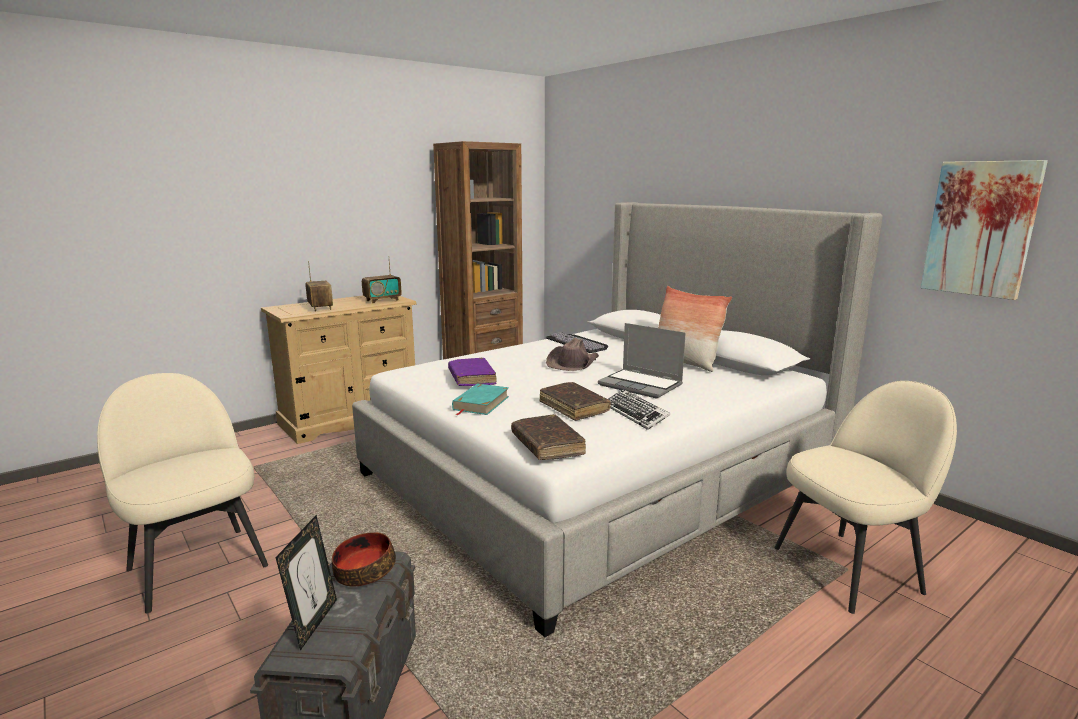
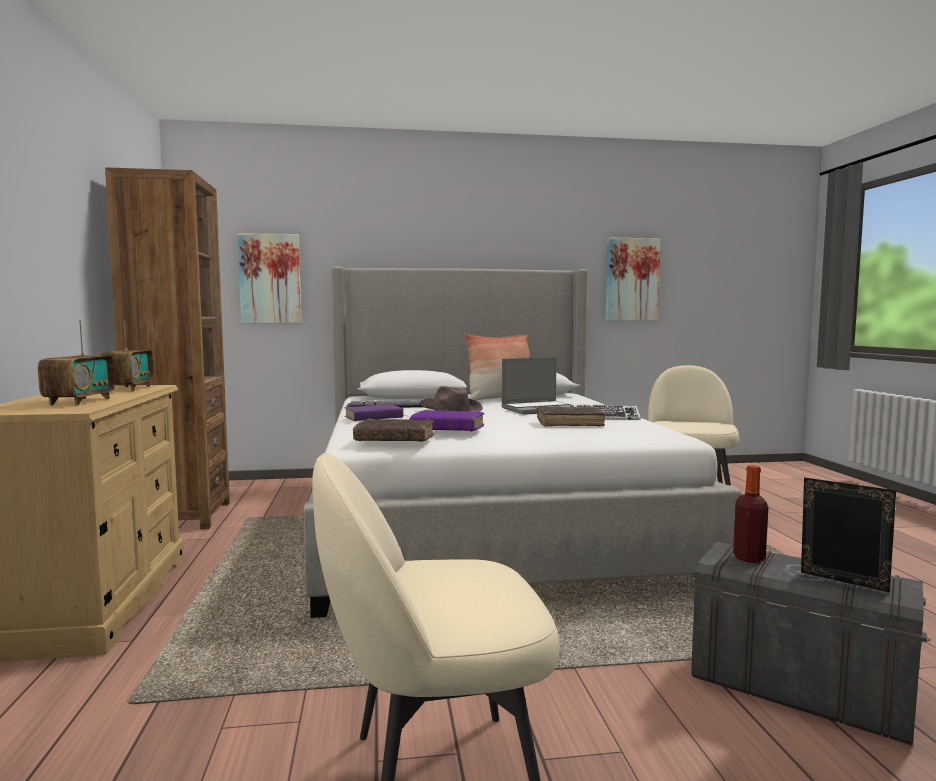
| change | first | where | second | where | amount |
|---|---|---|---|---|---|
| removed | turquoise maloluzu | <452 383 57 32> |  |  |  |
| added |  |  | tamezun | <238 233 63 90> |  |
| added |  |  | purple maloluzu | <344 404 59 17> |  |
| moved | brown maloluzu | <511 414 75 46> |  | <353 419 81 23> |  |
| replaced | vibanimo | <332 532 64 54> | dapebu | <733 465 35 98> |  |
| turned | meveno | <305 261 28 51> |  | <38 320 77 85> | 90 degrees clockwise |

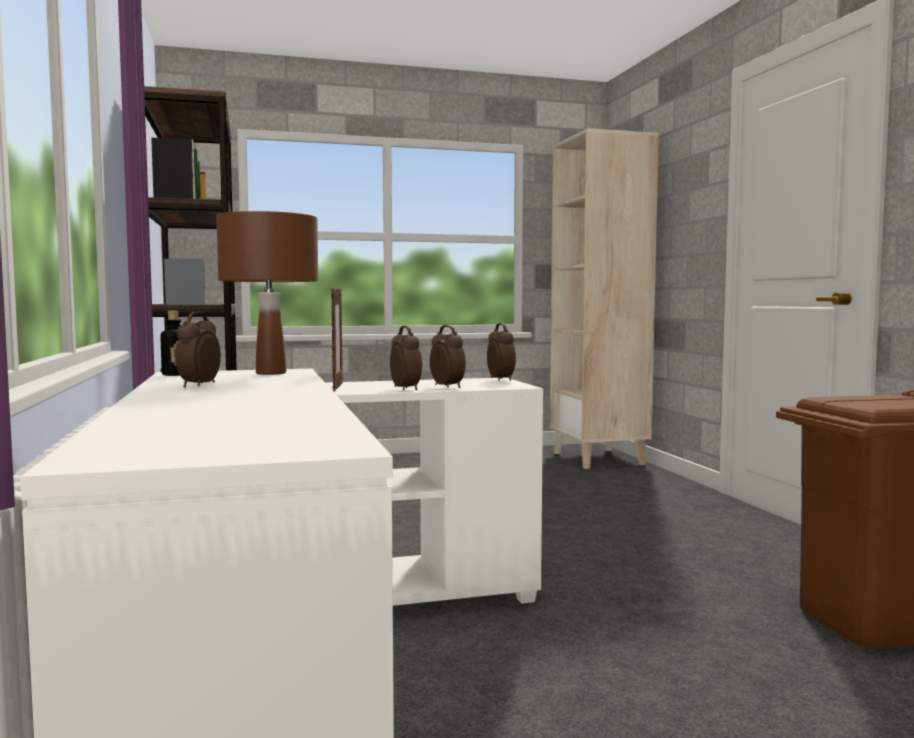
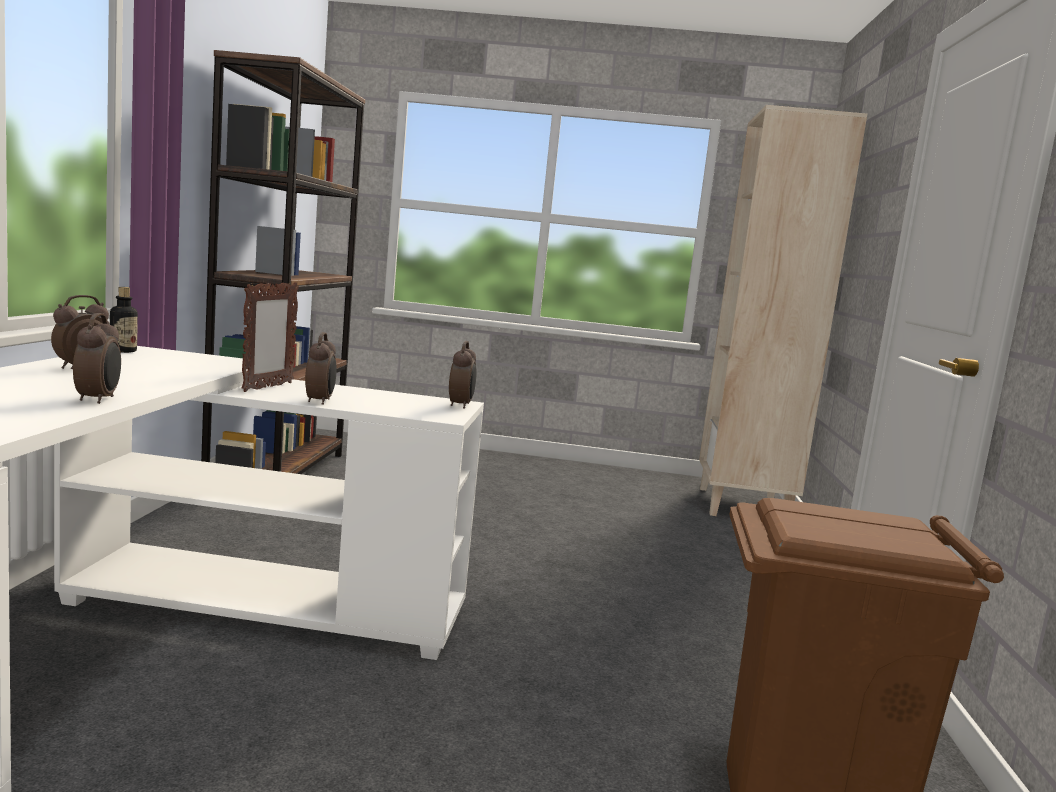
| change | first | where | second | where | amount |
|---|---|---|---|---|---|
| removed | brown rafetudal | <217 211 101 164> |  |  |  |
| moved | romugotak | <430 325 36 63> |  | <73 313 48 91> |  |

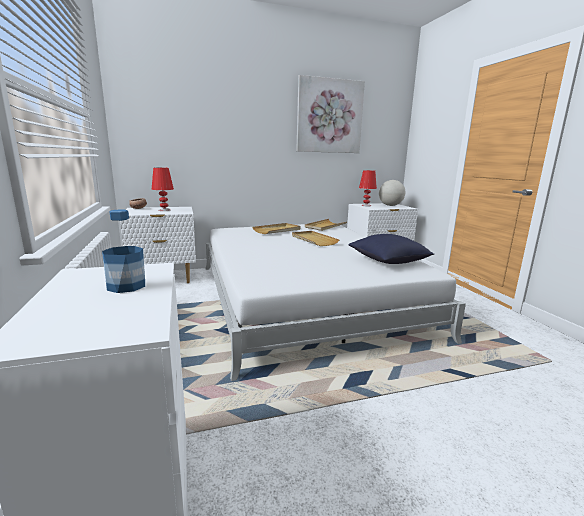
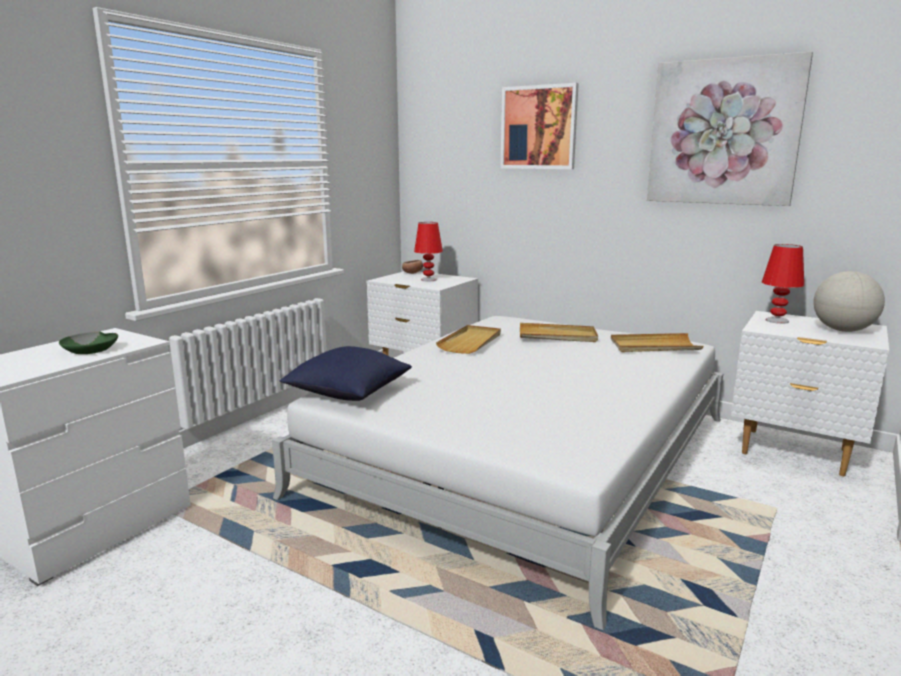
| change | first | where | second | where | amount |
|---|---|---|---|---|---|
| added |  |  | tamezun | <500 83 79 86> |  |
| moved | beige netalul | <292 231 47 15> |  | <436 325 65 29> |  |
| moved | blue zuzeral | <348 234 86 30> |  | <280 346 132 55> |  |
| replaced | dapebu | <102 209 43 84> | green vibanimo | <59 331 59 23> |  |

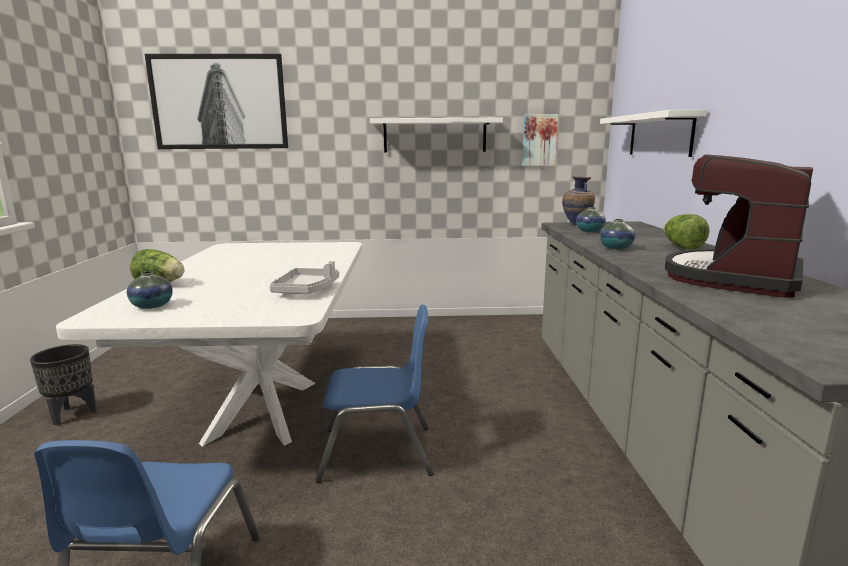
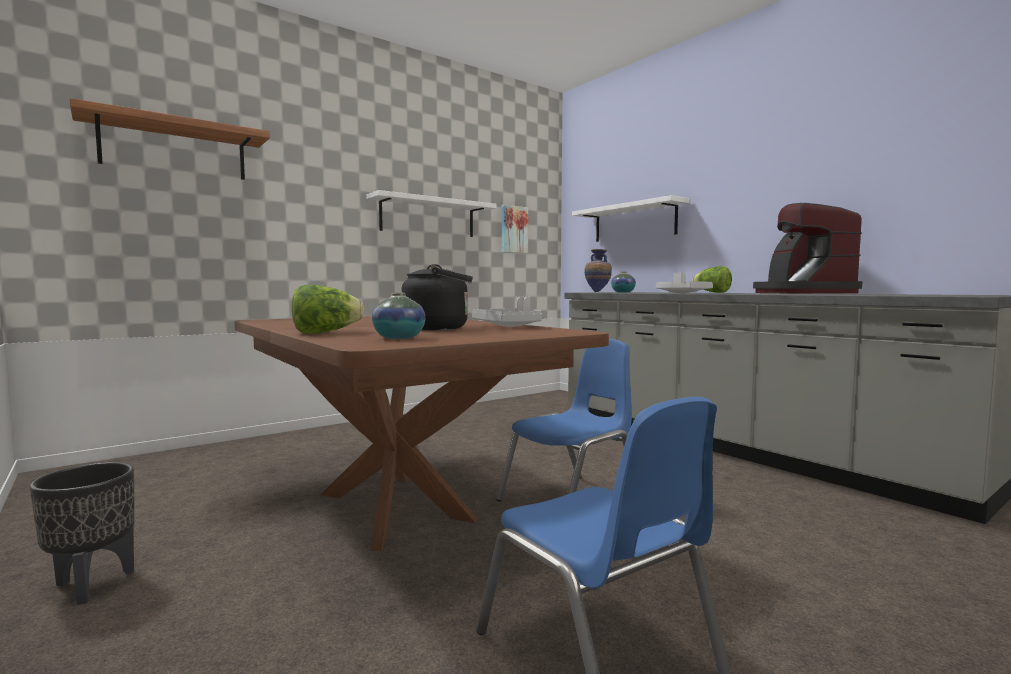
| change | first | where | second | where | amount |
|---|---|---|---|---|---|
| added |  |  | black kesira | <401 264 72 66> |  |
| replaced | tamezun | <145 54 143 95> | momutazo | <70 98 200 82> |  |
| replaced | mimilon | <600 219 35 30> | grey netalul | <656 273 57 20> |  |
| recoloured | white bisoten | <56 242 306 205> | brown bisoten | <234 316 375 235> |  |

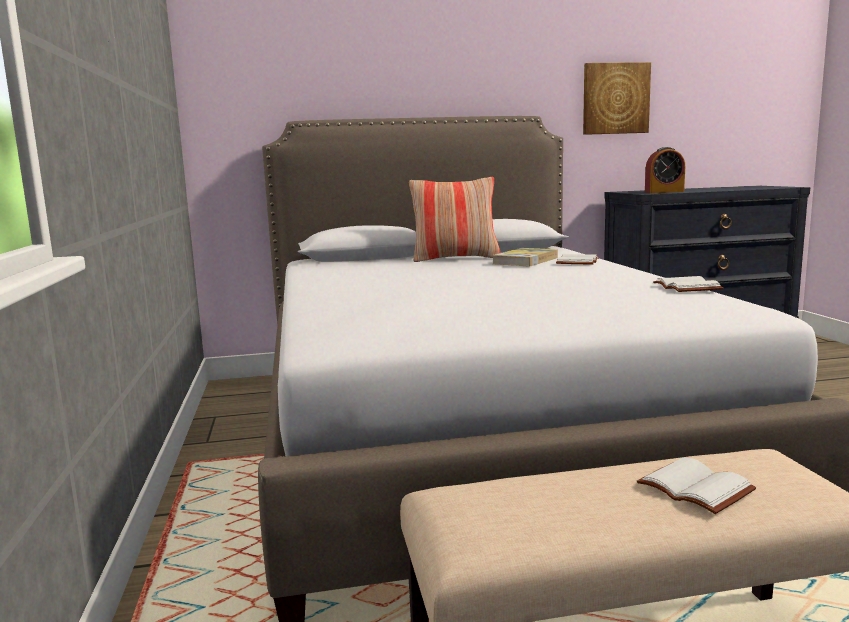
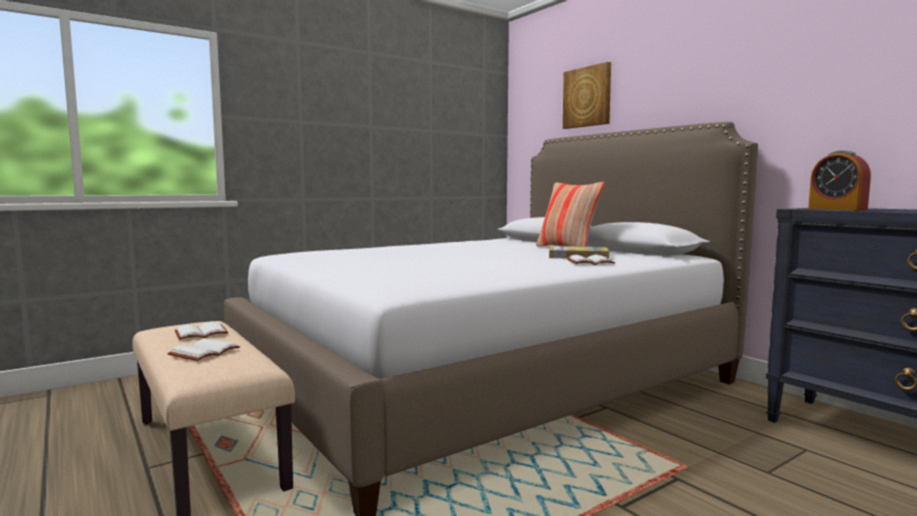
| change | first | where | second | where | amount |
|---|---|---|---|---|---|
| moved | tamezun | <583 62 68 73> |  | <563 62 48 67> |  |
| moved | white maloluzu | <653 276 70 16> |  | <175 322 53 18> |  |

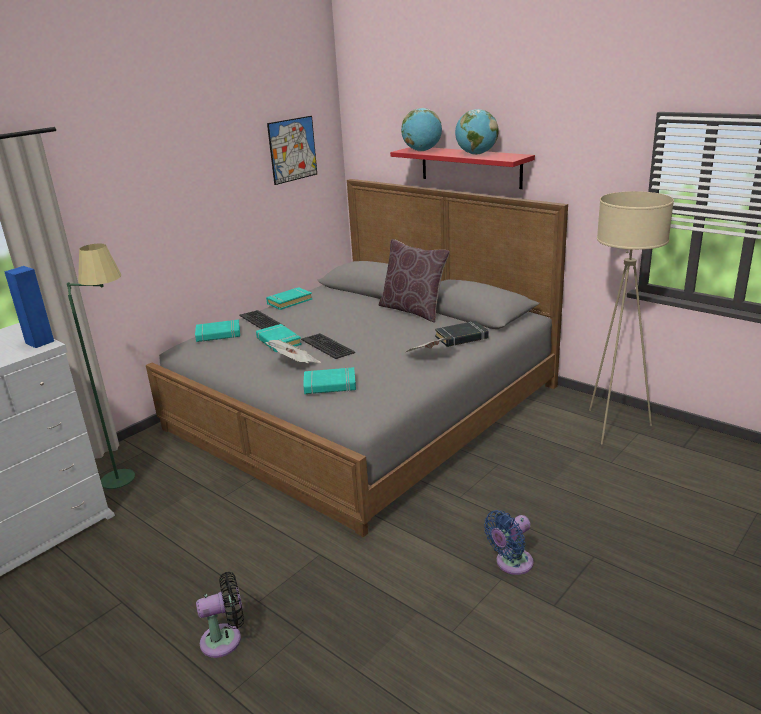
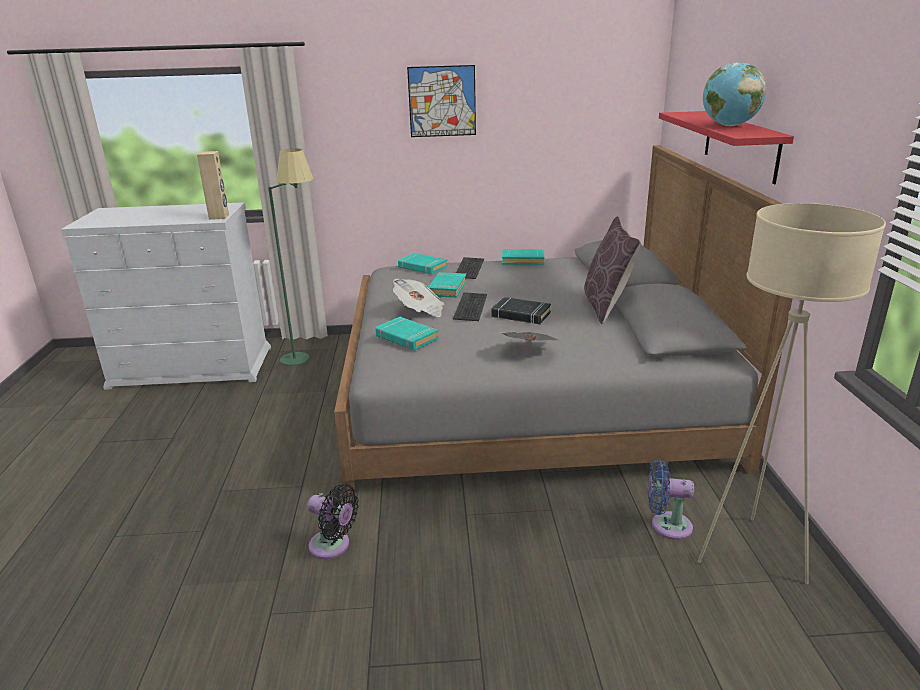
| change | first | where | second | where | amount |
|---|---|---|---|---|---|
| removed | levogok | <401 108 41 43> |  |  |  |
| moved | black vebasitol | <196 572 48 86> |  | <307 484 52 75> |  |
| moved | tamezun | <267 116 50 69> |  | <407 65 69 72> |  |
| moved | black maloluzu | <435 321 54 26> |  | <491 297 60 27> |  |
| moved | blue vebasitol | <484 510 50 65> |  | <648 460 46 80> |  |
| recoloured | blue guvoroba | <4 266 50 82> | beige guvoroba | <197 151 32 69> |  |

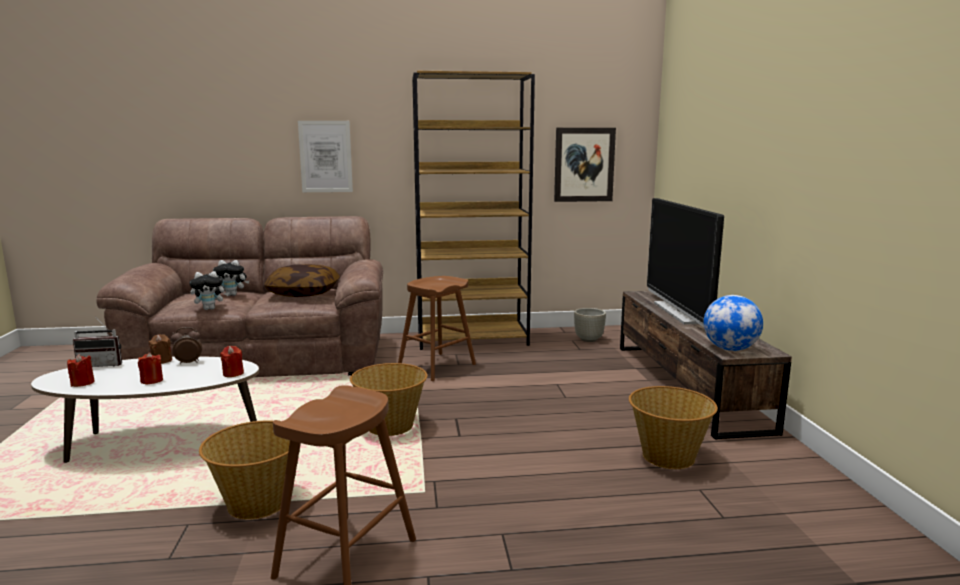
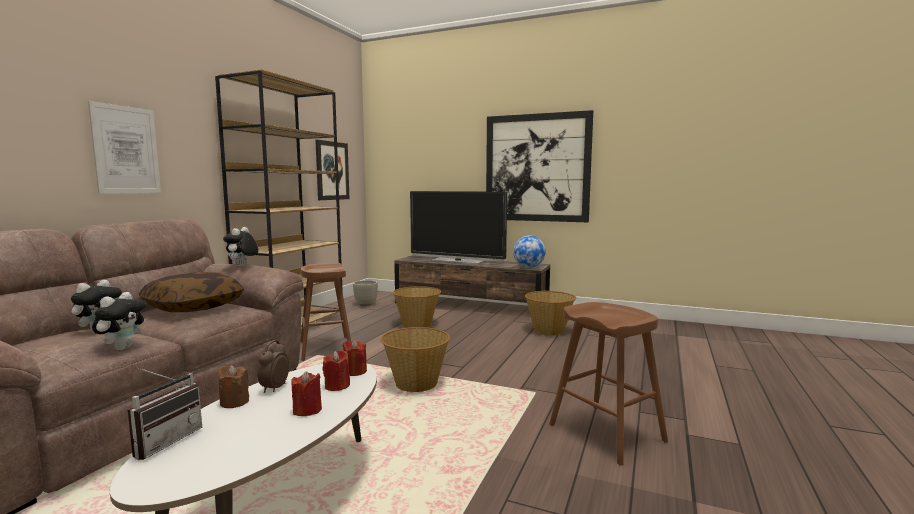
| change | first | where | second | where | amount |
|---|---|---|---|---|---|
| added |  |  | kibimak | <223 227 35 39> |  |
| added |  |  | tamezun | <486 110 107 112> |  |
| moved | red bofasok | <67 354 27 33> |  | <322 350 28 41> |  |
| moved | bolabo | <199 421 91 99> |  | <393 286 48 42> |  |

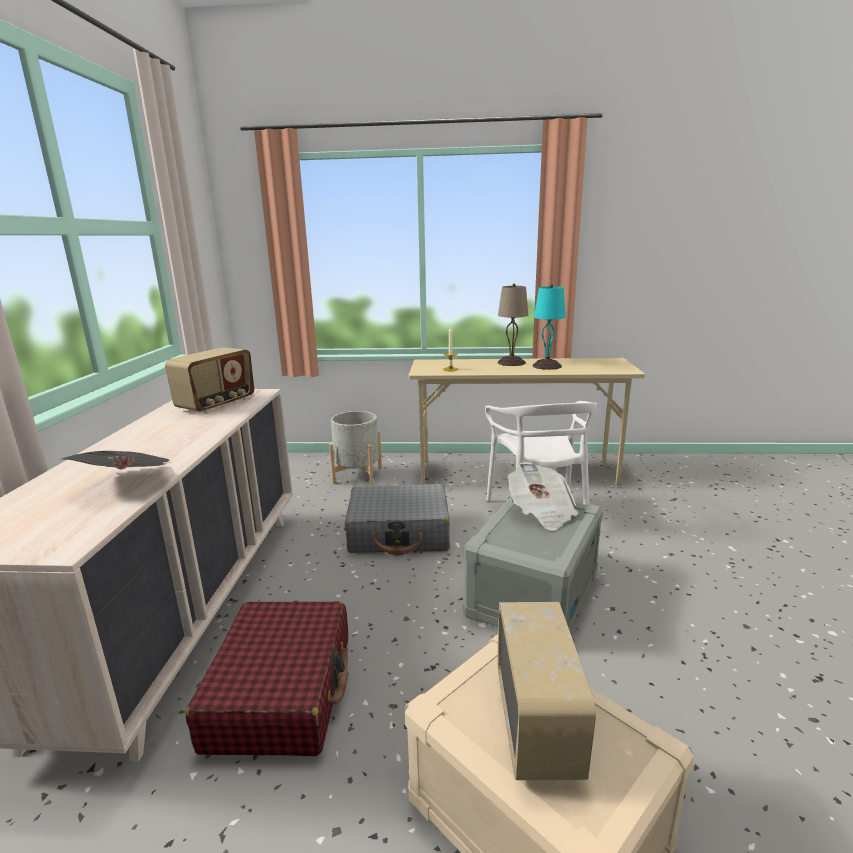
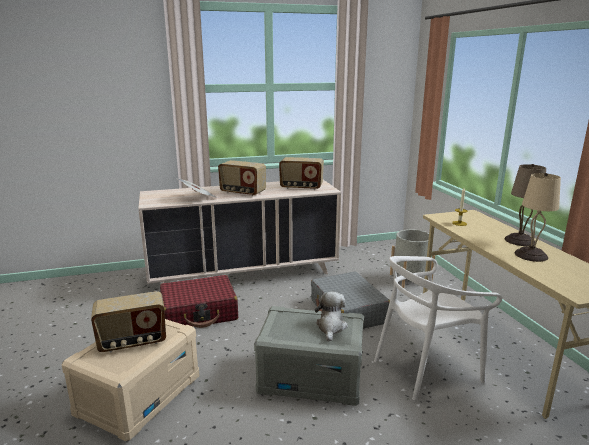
| change | first | where | second | where | amount |
|---|---|---|---|---|---|
| added |  |  | meveno | <218 160 48 36> |  |
| replaced | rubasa | <507 462 71 69> | kibimak | <315 291 33 51> |  |
| recoloured | turquoise rafetudal | <533 284 33 86> | beige rafetudal | <514 173 47 89> |  |

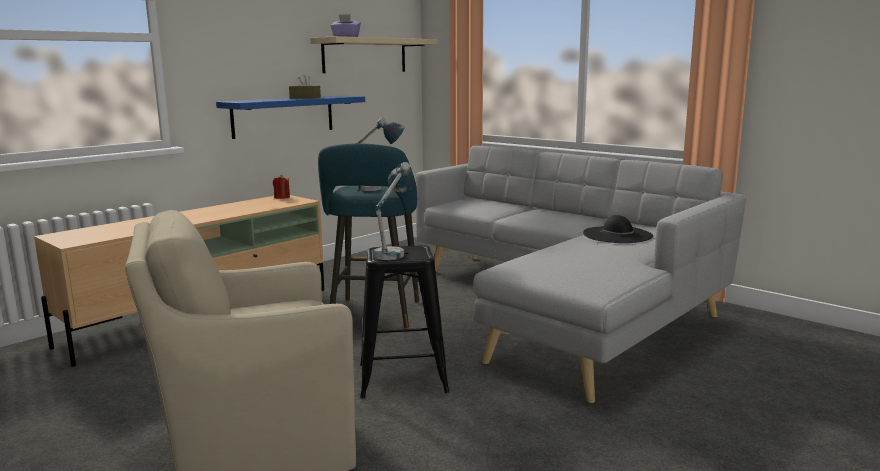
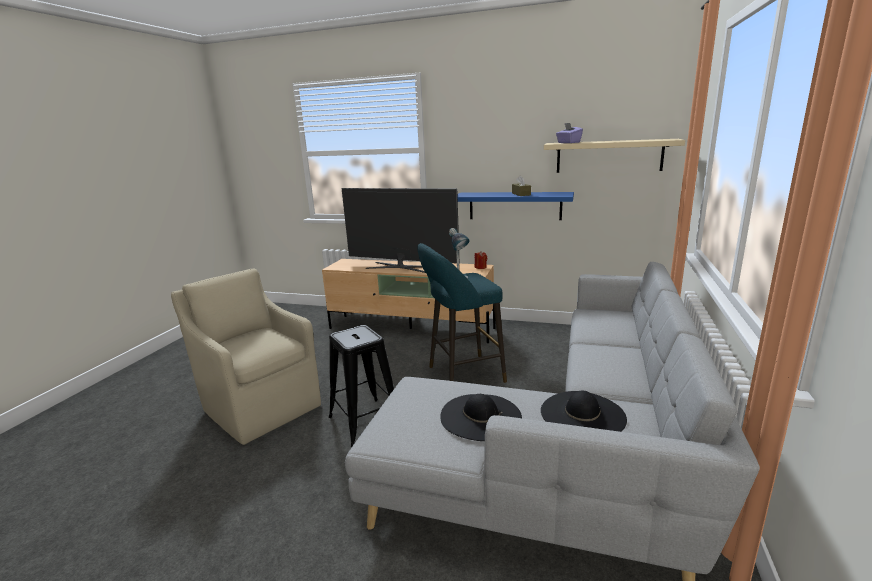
| change | first | where | second | where | amount |
|---|---|---|---|---|---|
| removed | rafetudal | <374 162 40 98> |  |  |  |
| added |  |  | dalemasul | <342 188 117 85> |  |
| added |  |  | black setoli | <440 394 82 47> |  |

